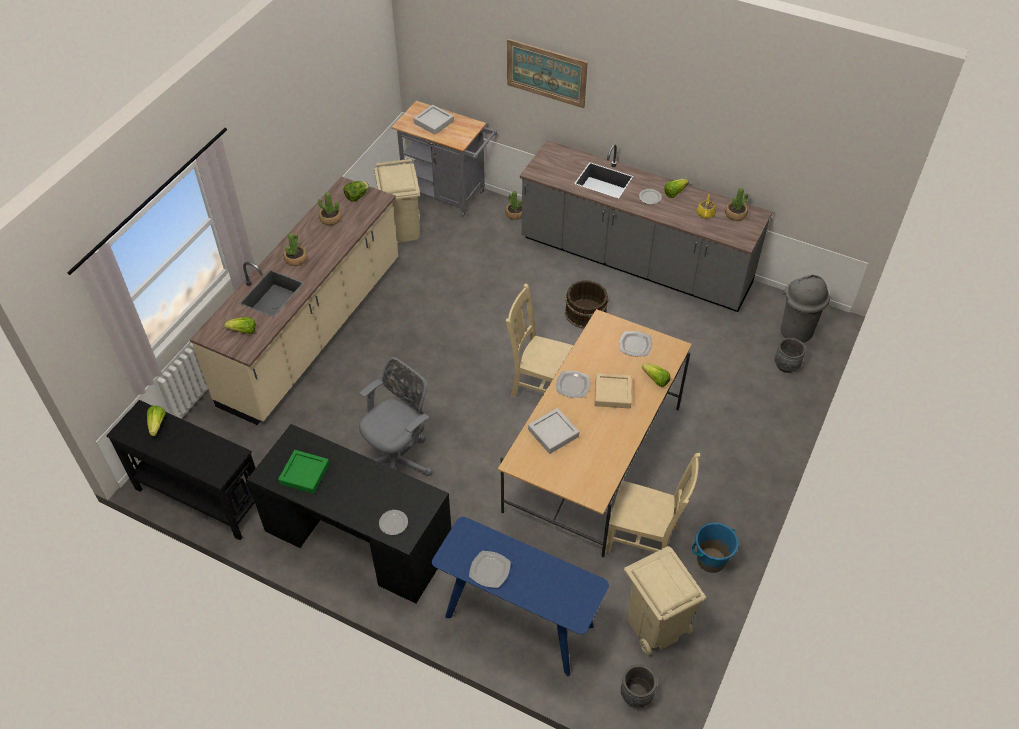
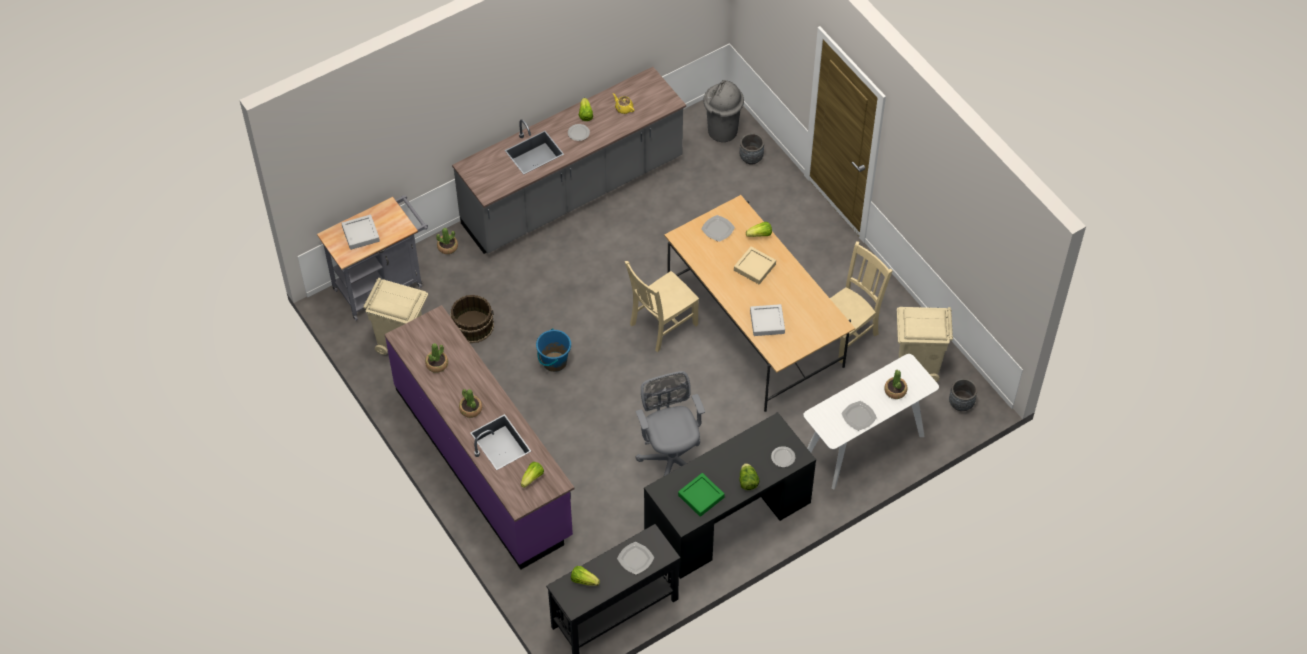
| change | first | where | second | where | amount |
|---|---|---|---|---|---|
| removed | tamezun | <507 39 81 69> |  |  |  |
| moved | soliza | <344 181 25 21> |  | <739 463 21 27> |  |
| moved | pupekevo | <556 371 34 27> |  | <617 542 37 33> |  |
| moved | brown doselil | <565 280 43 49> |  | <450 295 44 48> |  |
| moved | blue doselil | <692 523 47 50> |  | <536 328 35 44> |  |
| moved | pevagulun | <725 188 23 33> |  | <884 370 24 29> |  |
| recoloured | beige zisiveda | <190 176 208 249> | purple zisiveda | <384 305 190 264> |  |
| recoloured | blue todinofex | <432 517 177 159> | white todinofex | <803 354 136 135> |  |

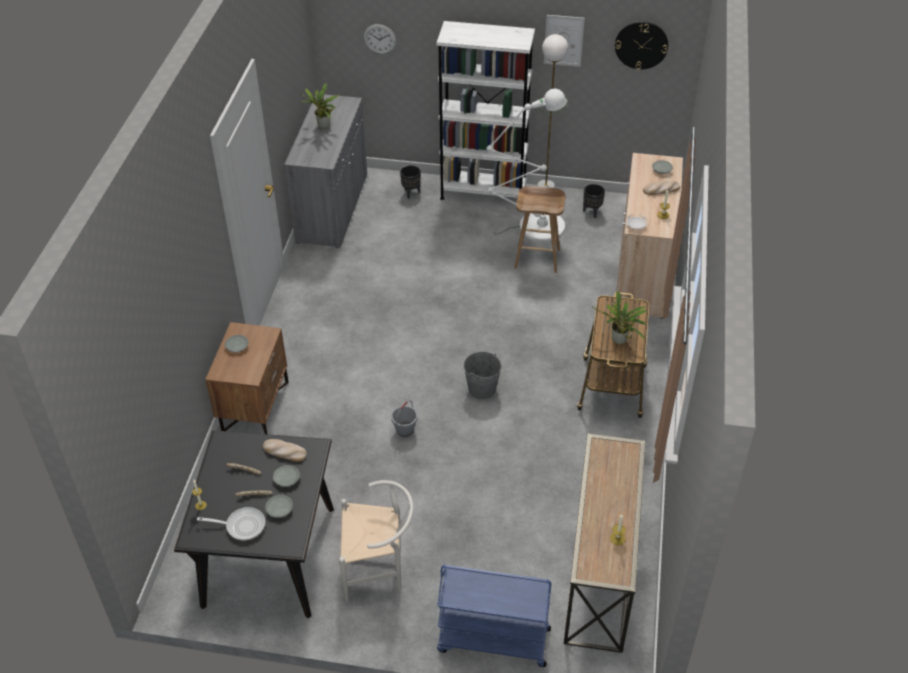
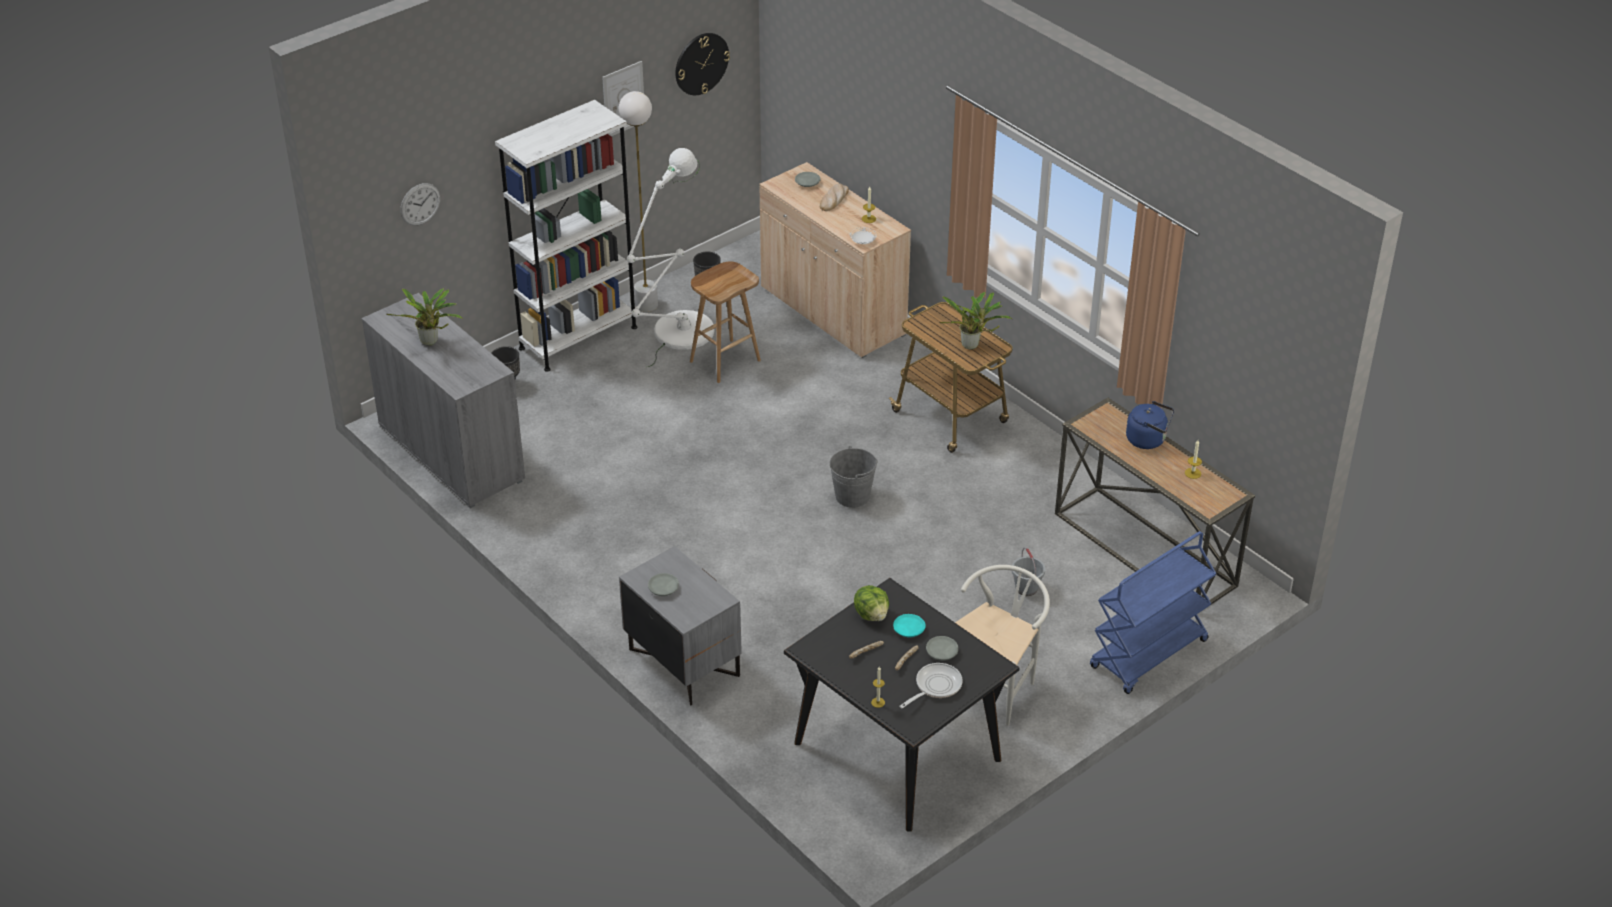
| change | first | where | second | where | amount |
|---|---|---|---|---|---|
| added |  |  | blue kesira | <1126 401 48 48> |  |
| moved | grey doselil | <391 400 27 37> |  | <1012 547 33 49> |  |
| replaced | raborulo | <263 439 44 23> | soliza | <854 585 35 36> |  |
| recoloured | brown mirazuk | <205 322 84 112> | grey mirazuk | <619 546 123 159> |  |
| recoloured | grey pupekevo | <273 465 27 22> | turquoise pupekevo | <893 614 33 23> |  |

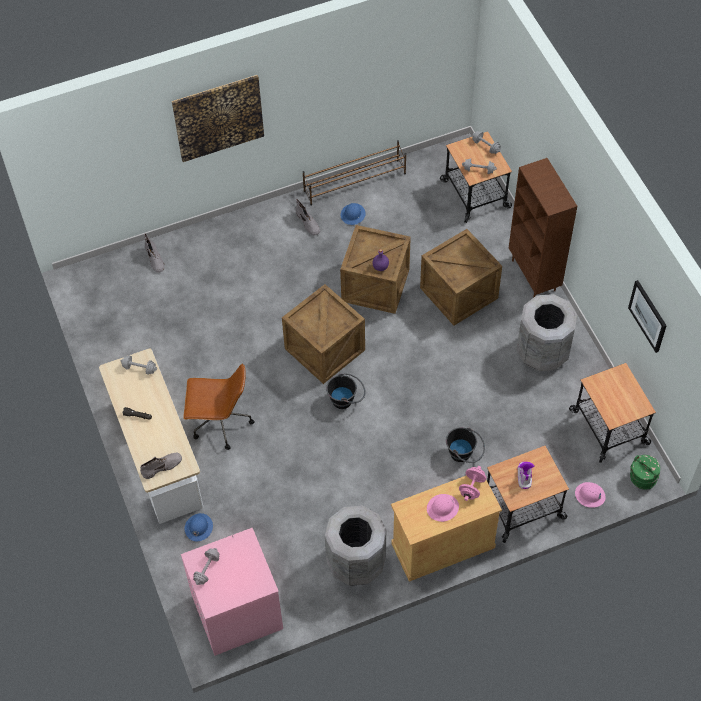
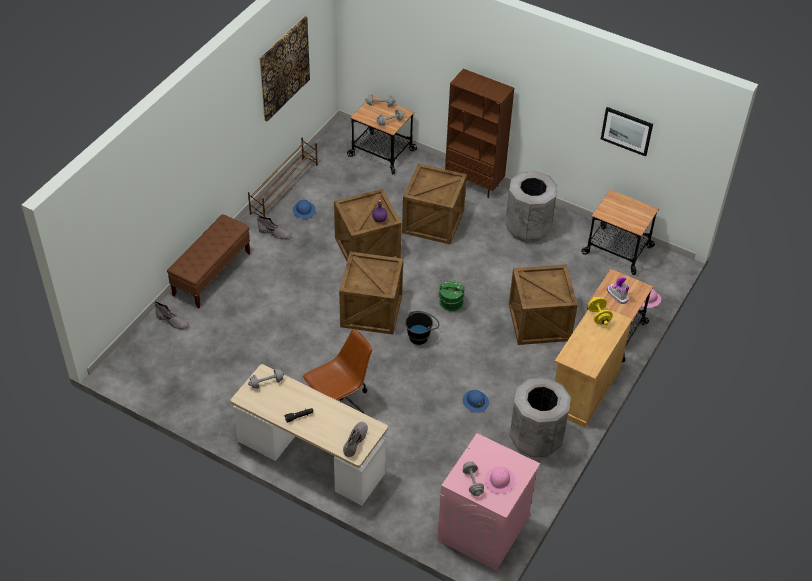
| change | first | where | second | where | amount |
|---|---|---|---|---|---|
| added |  |  | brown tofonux | <167 214 83 95> |  |
| moved | tamezun | <172 75 92 87> |  | <259 16 51 105> |  |
| moved | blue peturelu | <185 513 28 28> |  | <463 390 26 23> |  |
| moved | pink peturelu | <427 494 32 28> |  | <485 467 30 27> |  |
| moved | green doselil | <630 455 30 35> |  | <438 280 27 31> |  |
| replaced | black doselil | <446 427 39 36> | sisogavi | <509 264 69 81> |  |
| recoloured | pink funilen | <459 466 27 35> | yellow funilen | <588 297 25 28> |  |

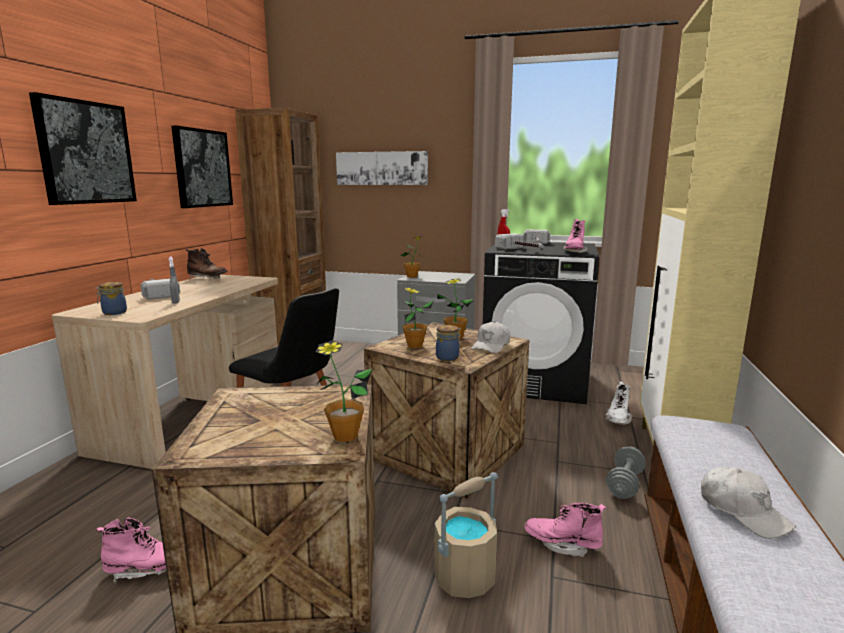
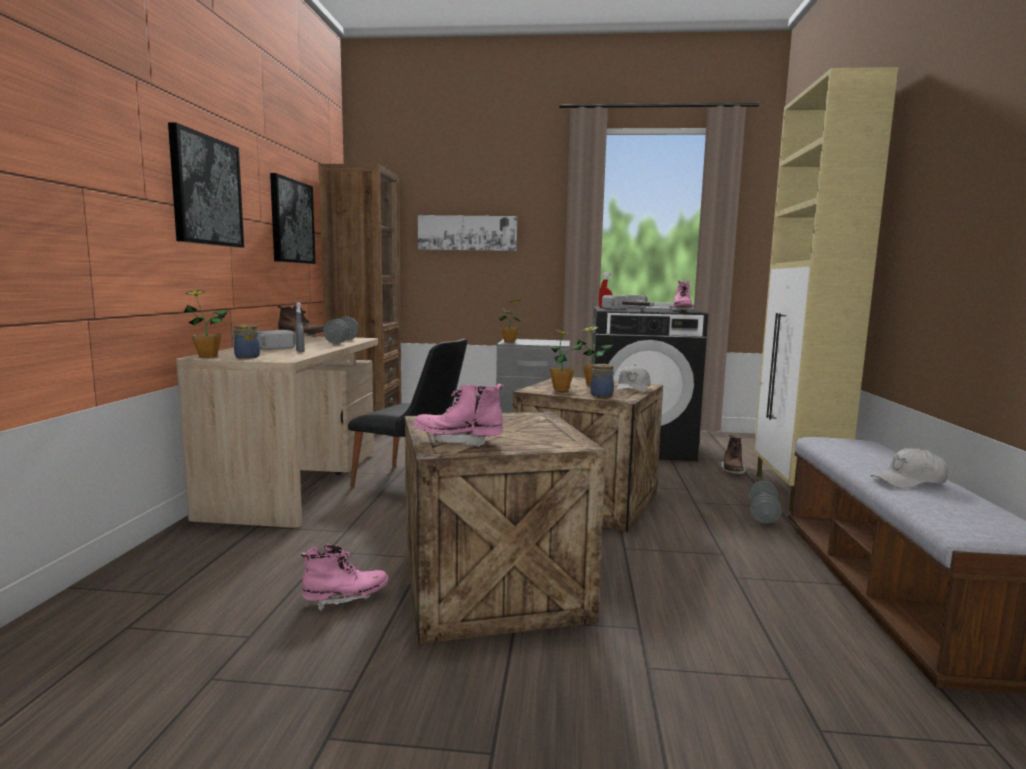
| change | first | where | second | where | amount |
|---|---|---|---|---|---|
| removed | beige doselil | <434 472 64 126> |  |  |  |
| added |  |  | grey funilen | <323 317 36 27> |  |
| moved | pevagulun | <316 341 56 101> |  | <184 290 44 68> |  |
| moved | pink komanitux | <524 503 82 54> |  | <413 384 91 63> |  |
| recoloured | white komanitux | <605 382 27 43> | brown komanitux | <719 435 27 39> |  |
| turned | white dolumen | <701 467 95 71> |  | <871 448 77 40> | 120 degrees clockwise |

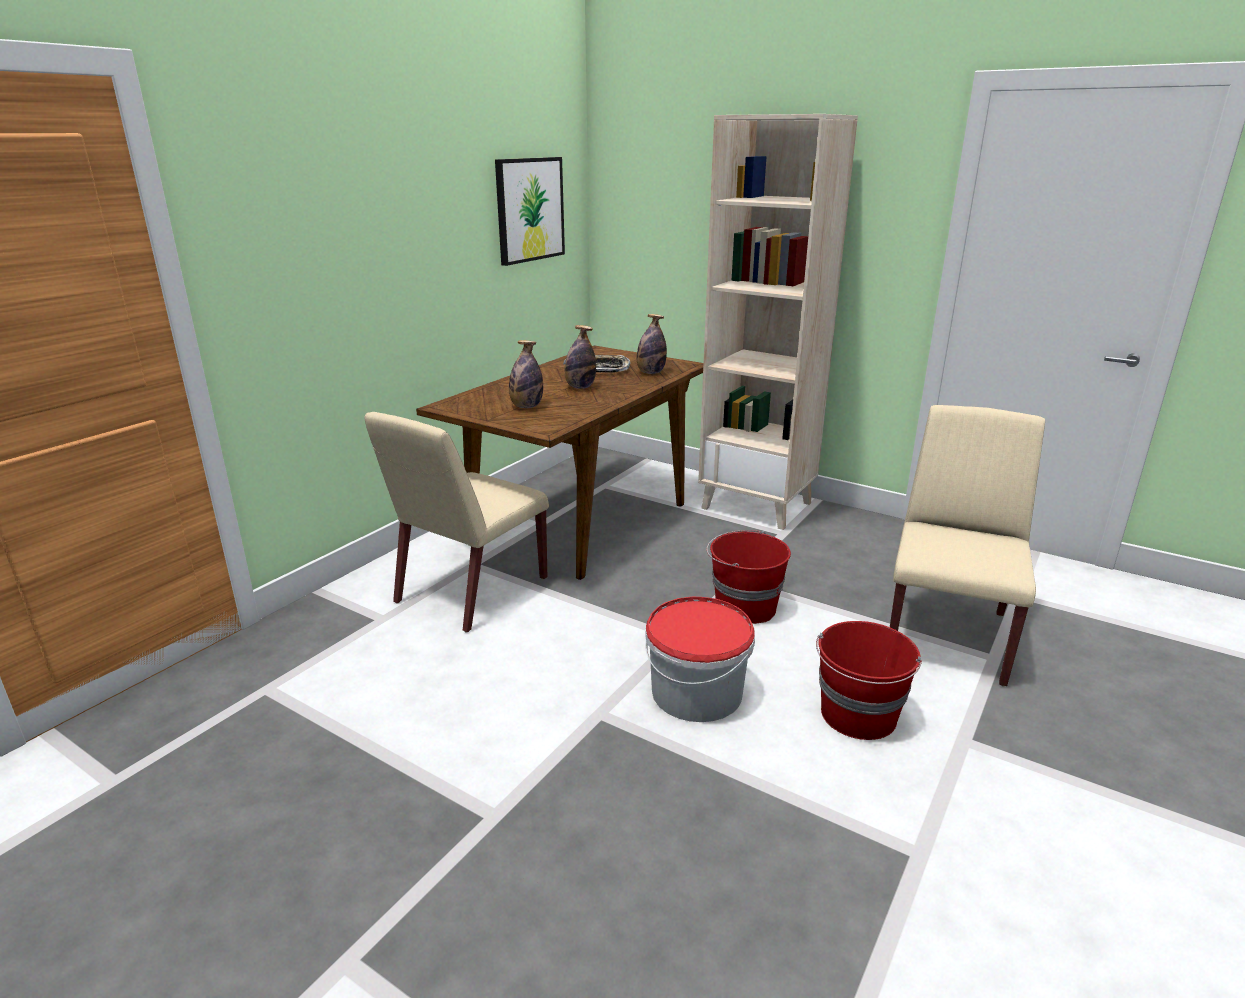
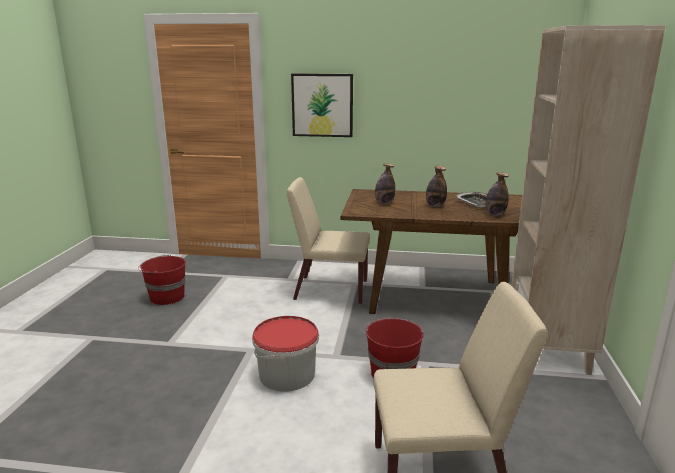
| change | first | where | second | where | amount |
|---|---|---|---|---|---|
| moved | tamezun | <495 157 70 109> |  | <291 74 62 63> |  |
| moved | red doselil | <816 621 106 119> |  | <138 255 48 50> |  |

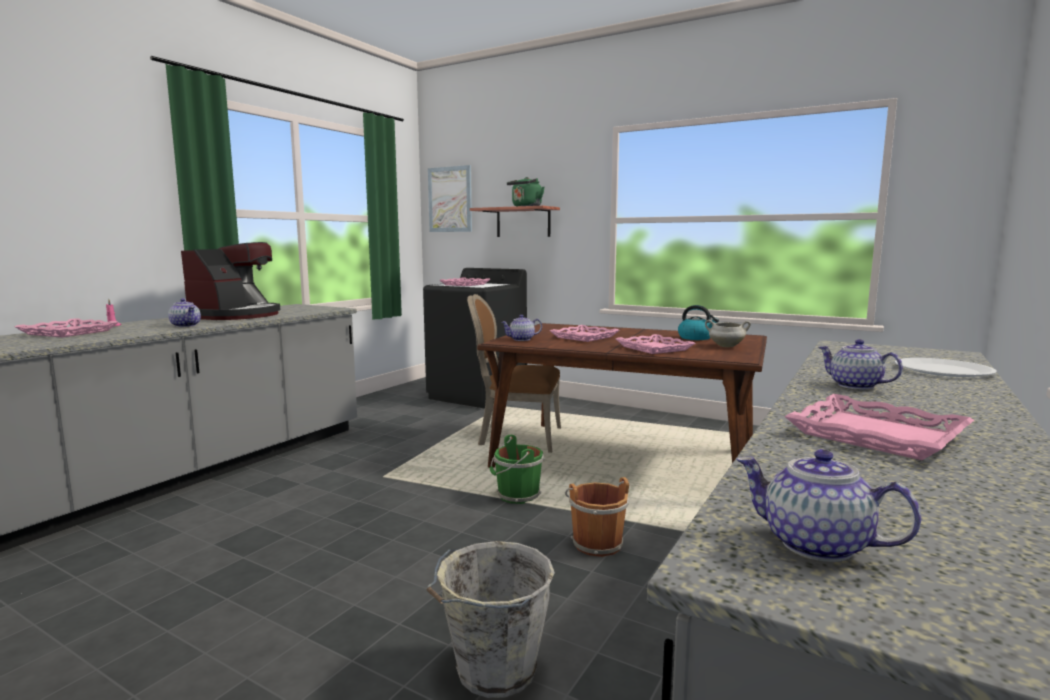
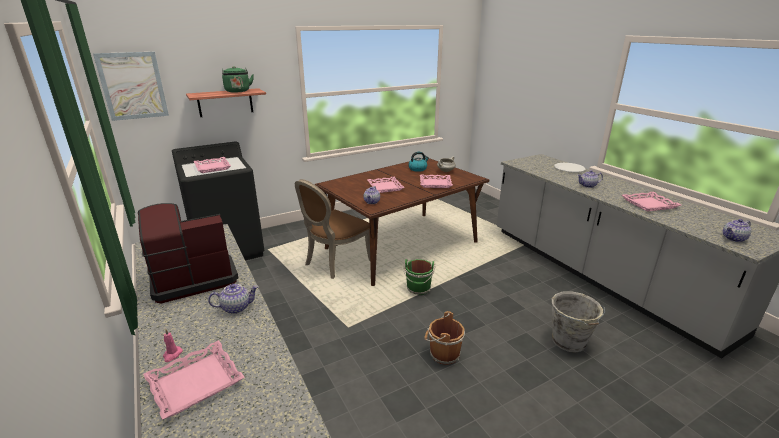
| change | first | where | second | where | amount |
|---|---|---|---|---|---|
| moved | brown doselil | <565 477 64 80> |  | <424 311 41 54> |  |
| turned | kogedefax | <181 242 99 78> |  | <138 203 100 101> | 75 degrees counterclockwise |

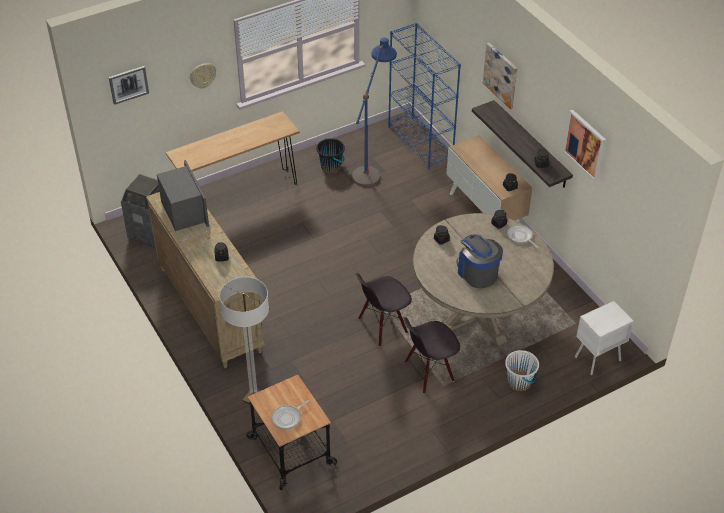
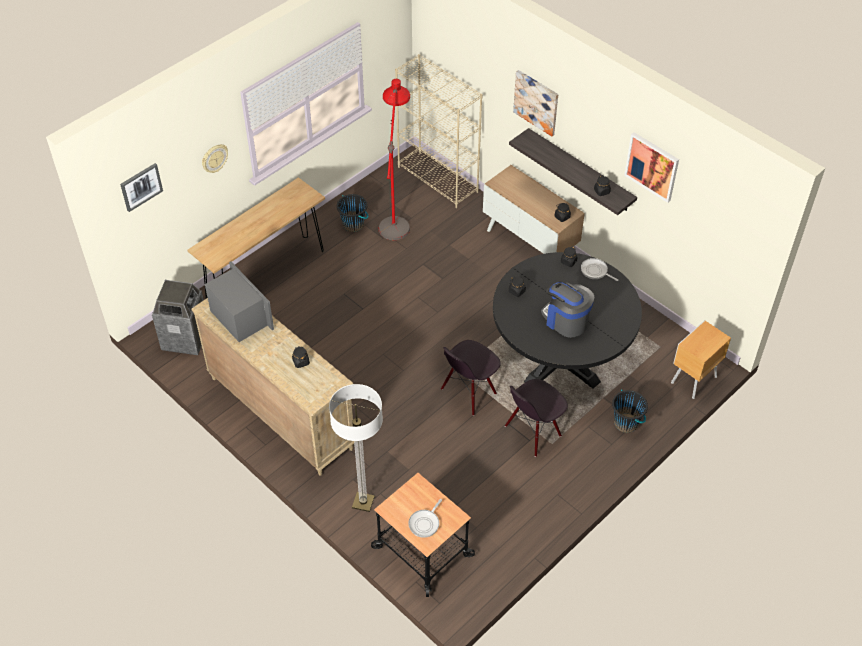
| change | first | where | second | where | amount |
|---|---|---|---|---|---|
| recoloured | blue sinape | <351 37 46 150> | red sinape | <379 79 31 161> |  |
| recoloured | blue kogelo | <388 23 73 147> | beige kogelo | <395 54 88 154> |  |
| recoloured | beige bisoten | <413 213 141 134> | black bisoten | <493 252 149 137> |  |
| recoloured | white doselil | <505 349 34 43> | black doselil | <612 390 36 43> |  |
| recoloured | white mirazuk | <575 301 58 74> | brown mirazuk | <671 320 60 79> |  |

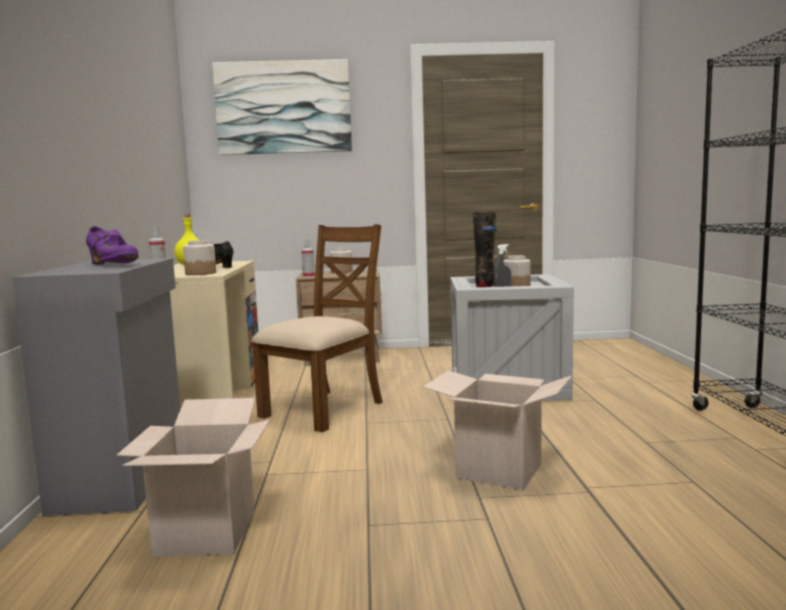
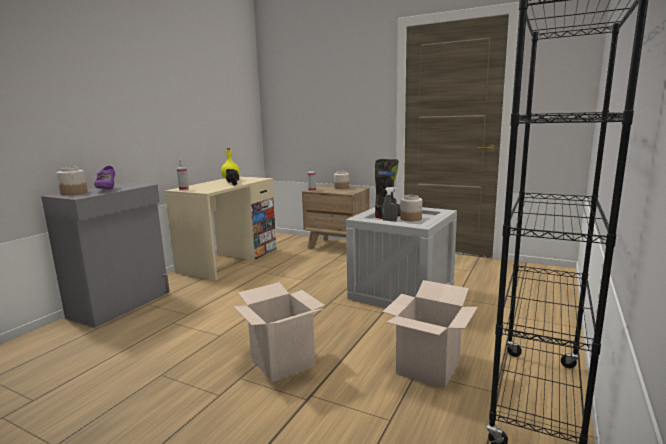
| change | first | where | second | where | amount |
|---|---|---|---|---|---|
| removed | tamezun | <212 59 140 96> |  |  |  |
| removed | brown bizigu | <252 224 131 208> |  |  |  |
| moved | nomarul | <117 398 153 158> |  | <383 280 95 109> |  |
| moved | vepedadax | <183 240 33 35> |  | <57 167 30 28> |  |

